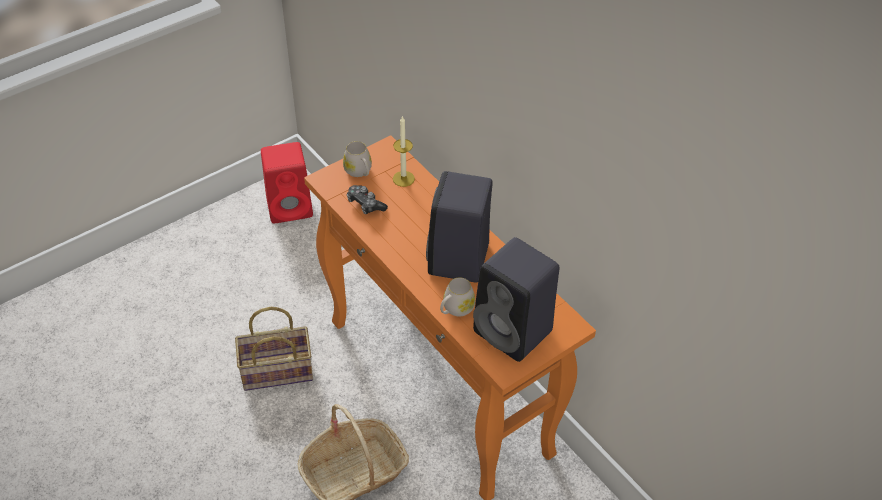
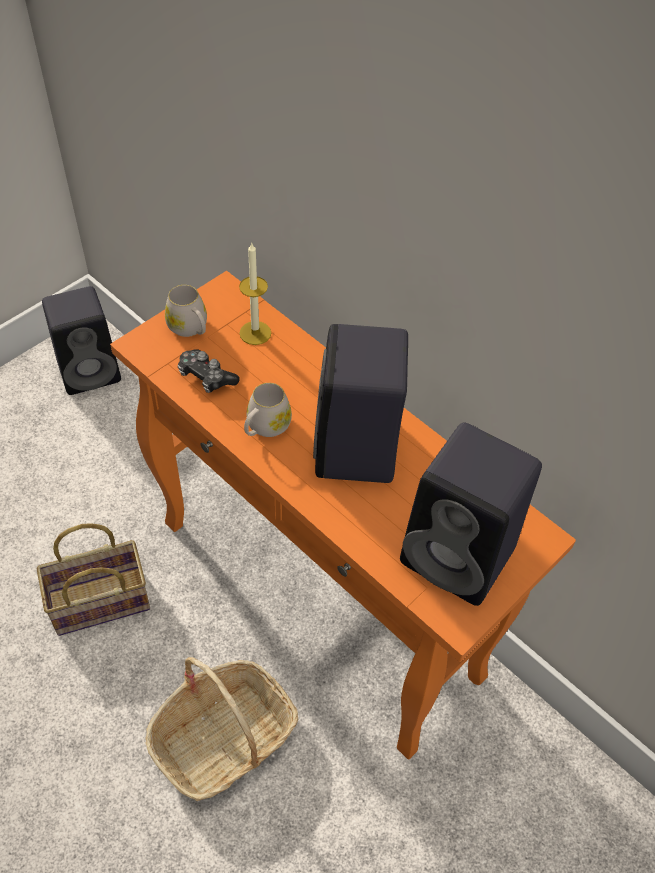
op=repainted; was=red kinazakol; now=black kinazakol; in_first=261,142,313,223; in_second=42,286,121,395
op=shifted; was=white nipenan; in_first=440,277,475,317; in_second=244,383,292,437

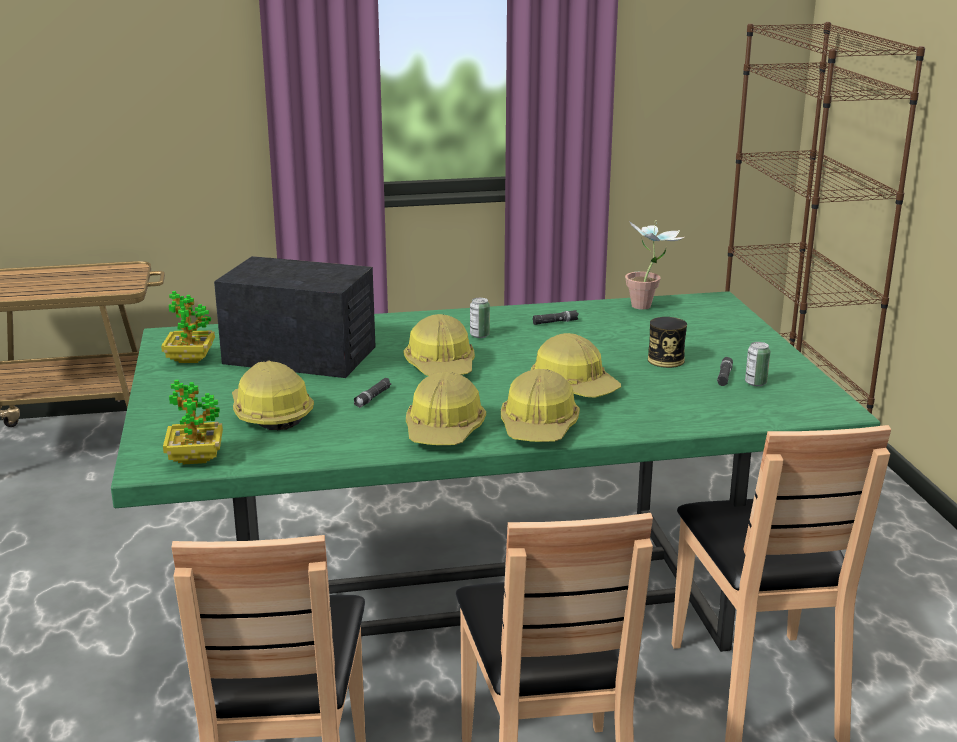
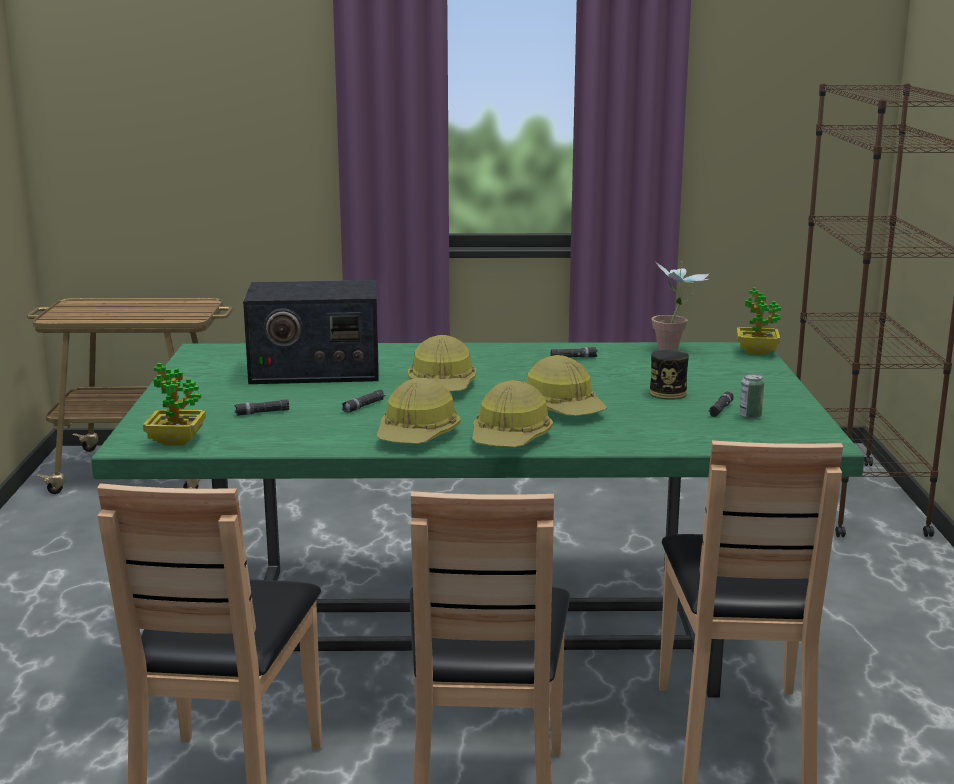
op=shifted; was=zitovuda; in_first=161,291,215,363; in_second=736,287,781,355
op=rotated; was=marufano; in_first=214,256,376,378; in_second=243,280,379,384; clockwise=150
op=swapped; was=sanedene; now=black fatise; in_first=232,360,314,430; in_second=234,399,289,416
op=gone; was=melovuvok; in_first=470,298,490,338

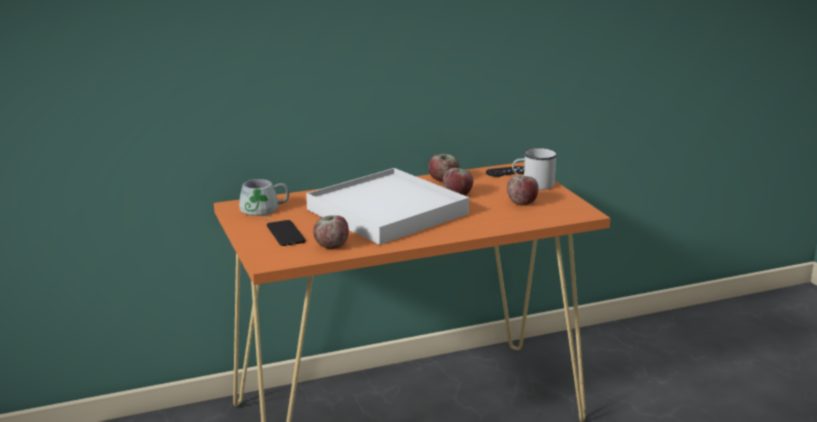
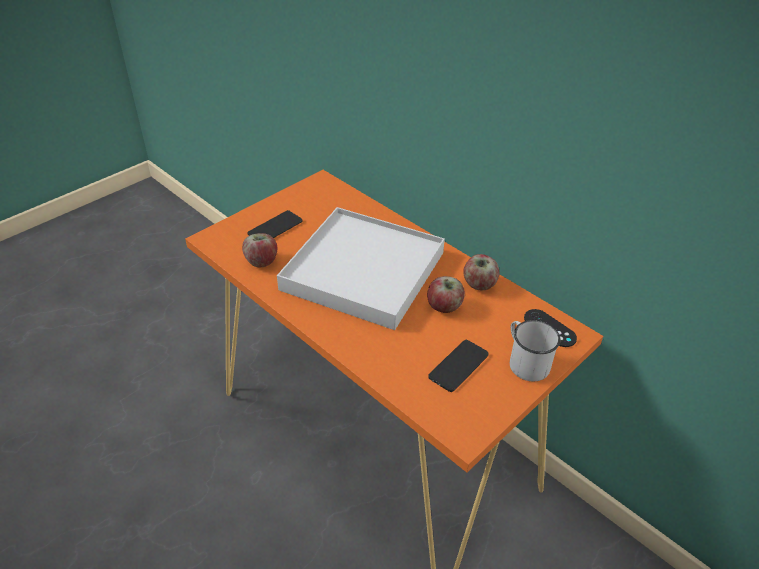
op=gone; was=grey nipenan; in_first=239,179,289,220
op=swapped; was=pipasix; now=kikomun; in_first=507,176,539,205; in_second=428,340,488,392

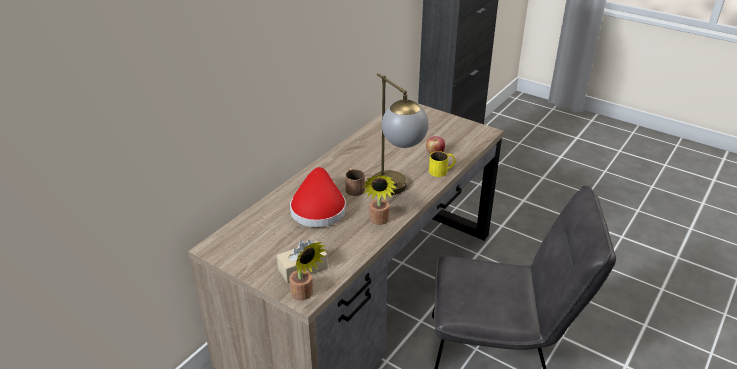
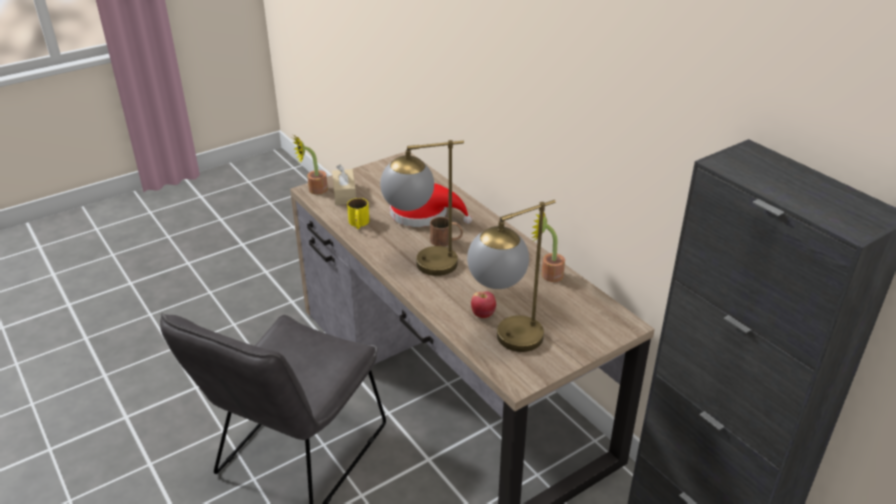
op=shifted; was=zitovuda; in_first=362,174,397,225; in_second=531,213,565,282
op=shifted; was=yellow nipenan; in_first=429,151,456,177; in_second=347,198,369,229
op=new; now=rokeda; in_second=467,200,556,352

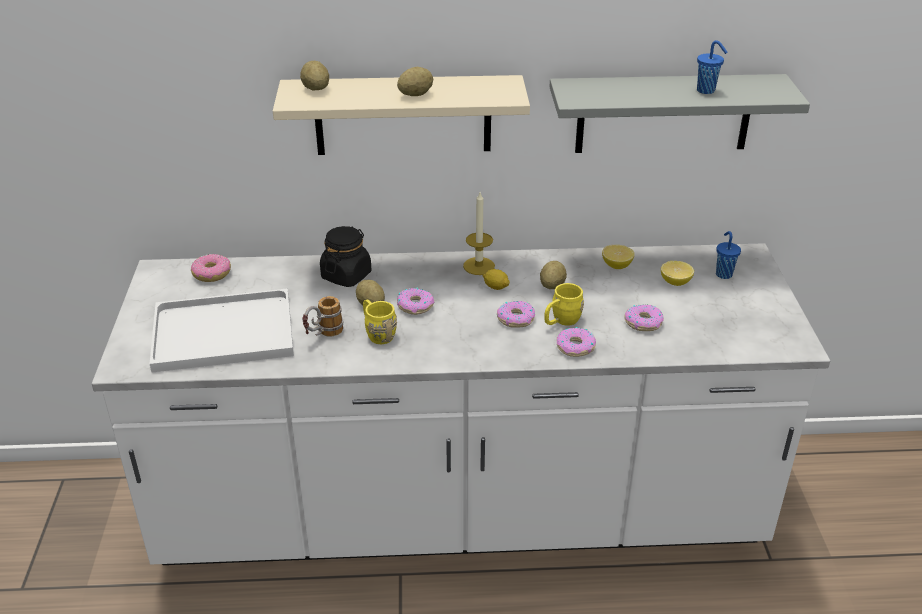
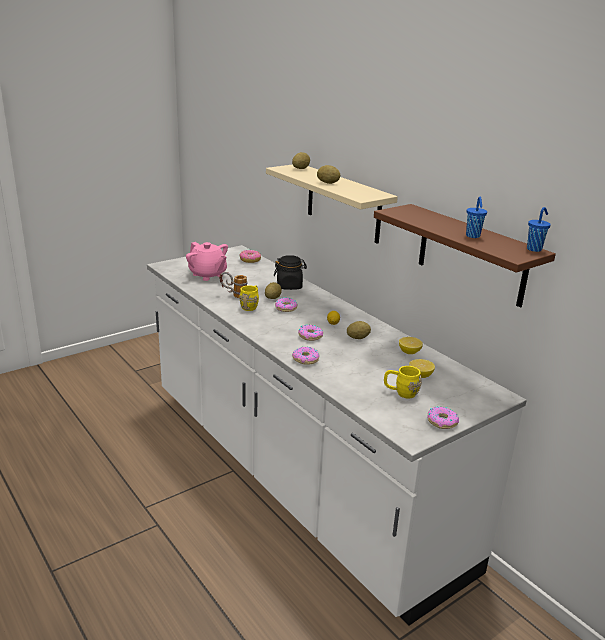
op=swapped; was=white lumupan; now=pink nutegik; in_first=150,288,294,372; in_second=186,242,228,281
op=gone; was=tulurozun; in_first=463,192,495,275
op=shifted; was=yellow nipenan; in_first=544,283,584,326; in_second=384,366,422,399
op=repainted; was=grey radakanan; now=brown radakanan; in_first=550,74,810,153; in_second=374,204,556,308
op=shifted; was=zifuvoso; in_first=625,305,664,331; in_second=427,407,459,429
op=shifted; was=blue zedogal; in_first=716,231,741,279; in_second=527,207,551,252

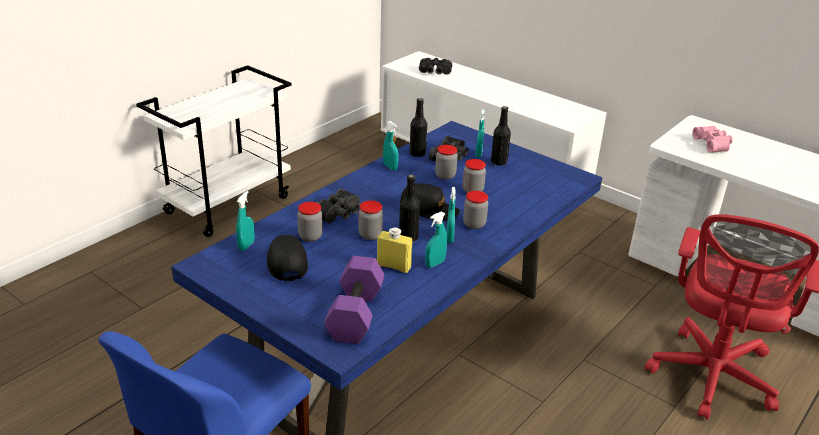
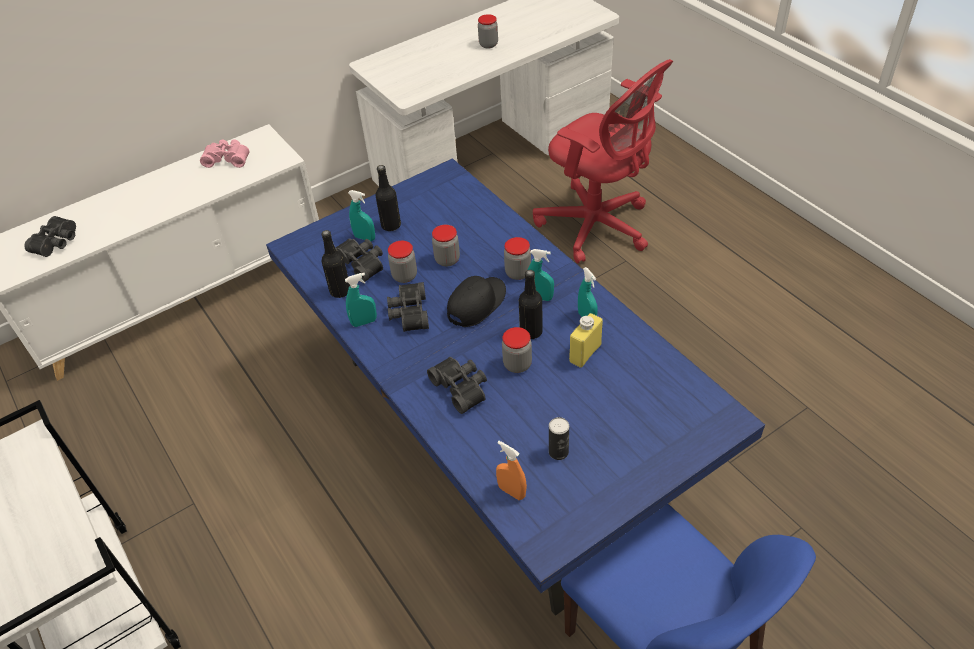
op=repainted; was=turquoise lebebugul; now=orange lebebugul; in_first=236,191,255,251; in_second=496,441,527,500
op=swapped; was=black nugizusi; now=melovuvok; in_first=267,235,308,282; in_second=549,417,569,460
op=shifted; was=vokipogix; in_first=297,202,323,242; in_second=478,14,498,49
op=gone; was=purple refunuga; in_first=324,256,385,344
op=shifted; was=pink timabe; in_first=692,126,733,153; in_second=200,139,250,168
op=new; now=black timabe; in_second=387,282,429,332

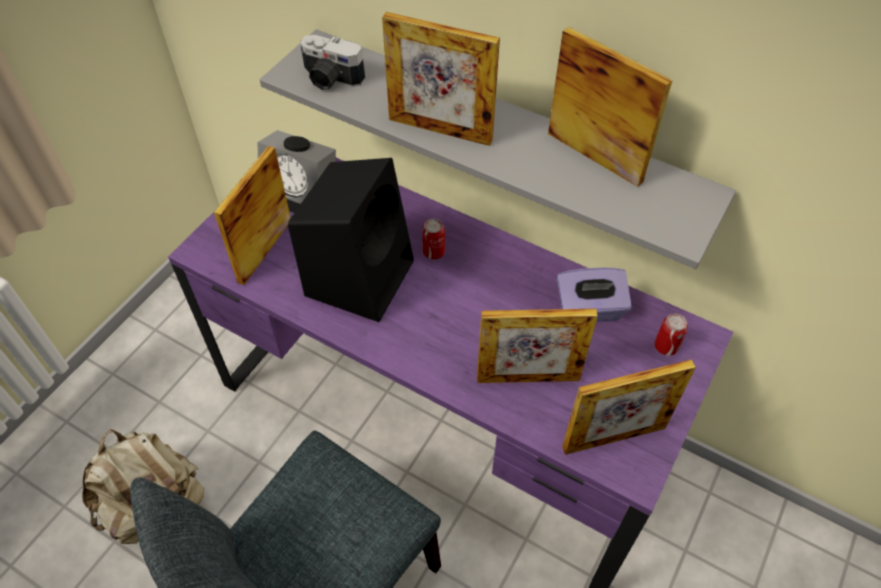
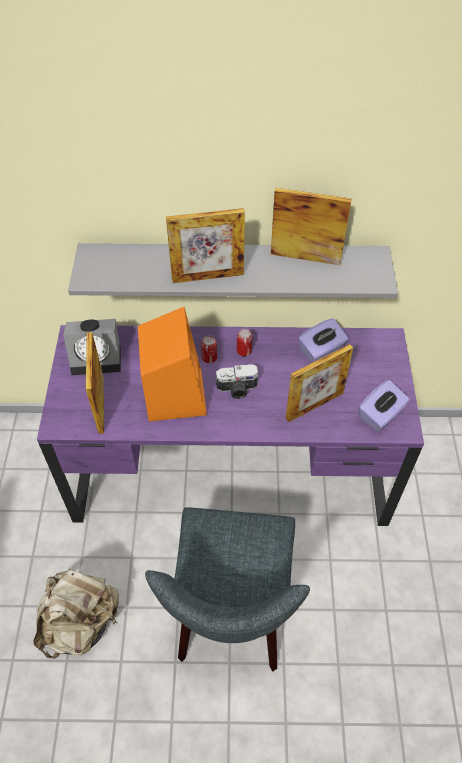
op=repainted; was=black kinazakol; now=orange kinazakol; in_first=288,158,414,322; in_second=138,307,207,421
op=shifted; was=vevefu; in_first=300,35,365,90; in_second=216,364,258,399
op=swapped; was=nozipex; now=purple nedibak; in_first=562,359,696,455; in_second=358,380,410,432
op=shifted; was=melovuvok; in_first=655,313,688,356; in_second=237,329,252,356

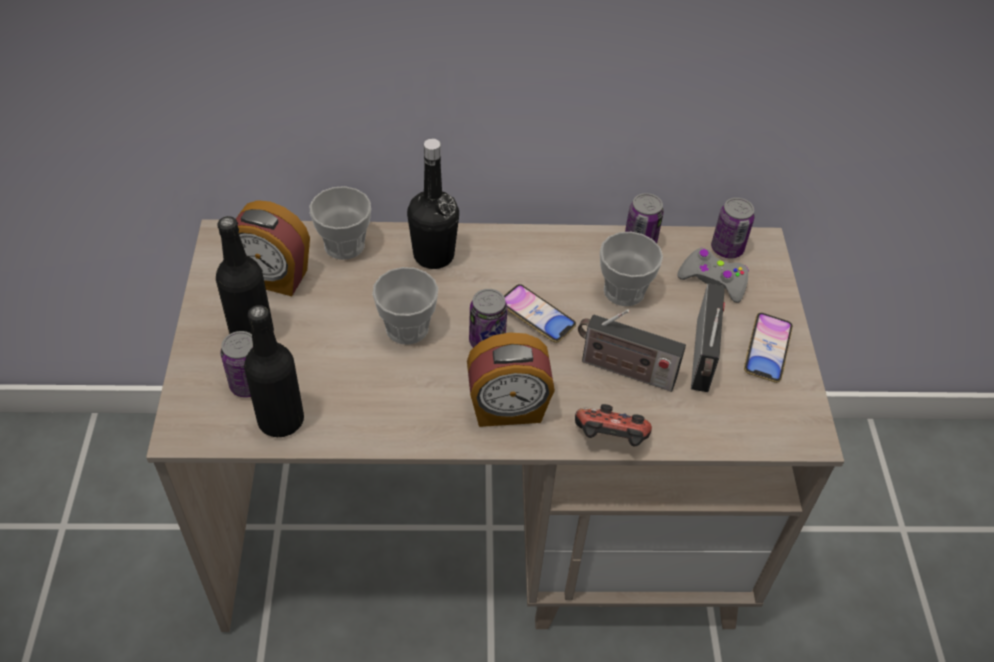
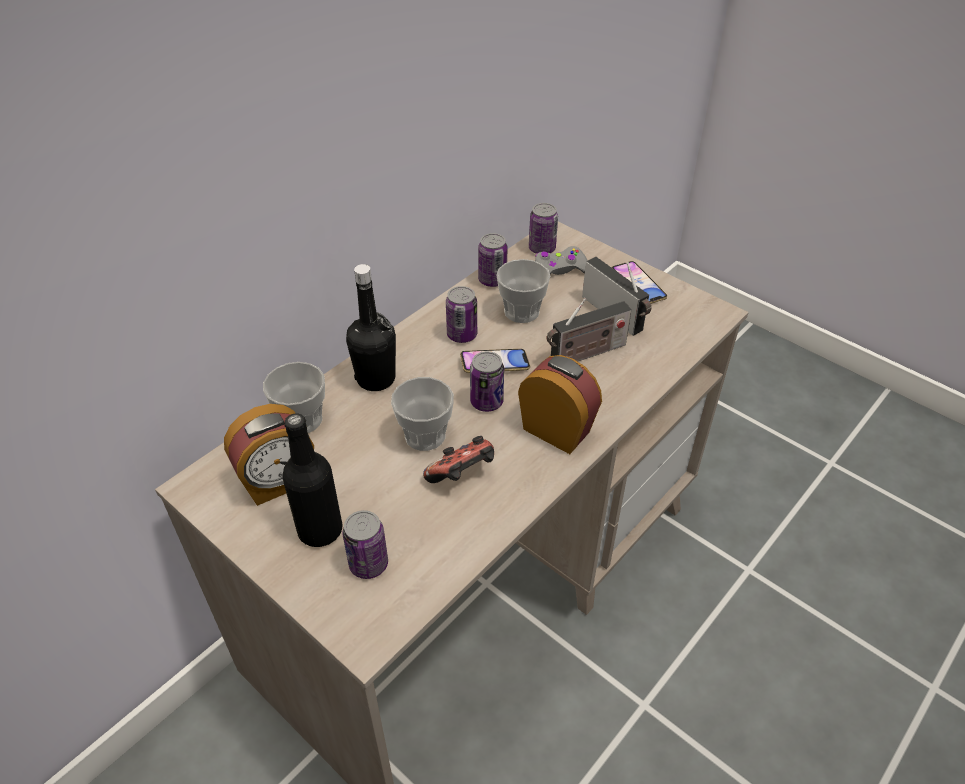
op=gone; was=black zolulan; in_first=244,305,304,437
op=rotated; was=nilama; in_first=467,332,555,427; in_second=518,355,602,454; clockwise=-90
op=shifted; was=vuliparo; in_first=575,404,652,446; in_second=423,436,494,483
op=new; now=melovuvok; in_second=446,286,477,343

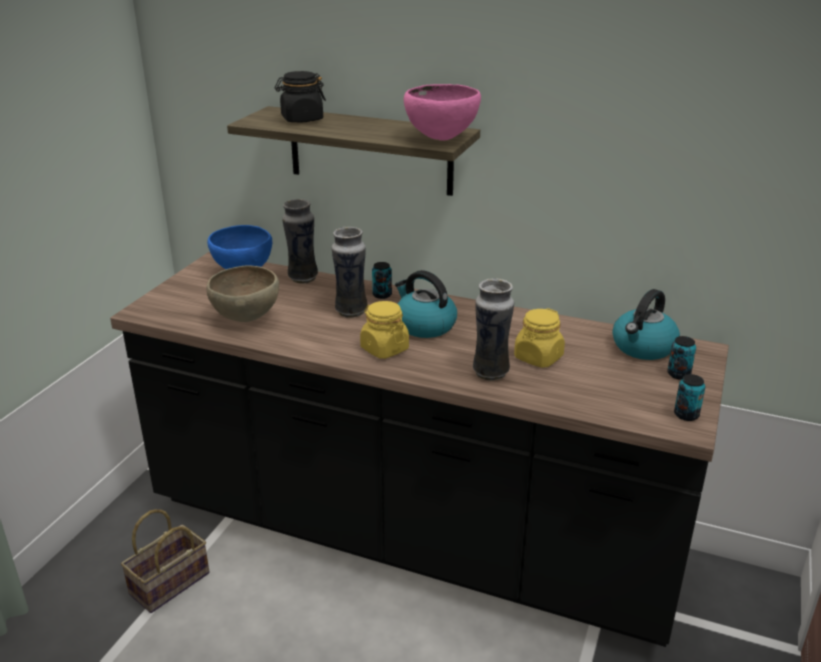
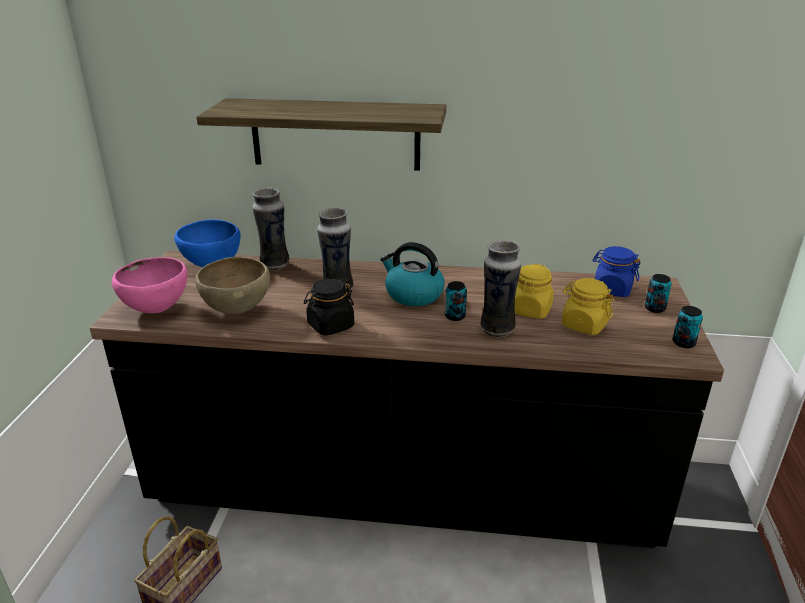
op=shifted; was=black vokipogix; in_first=275,71,326,122; in_second=304,279,354,336
op=shifted; was=yellow vokipogix; in_first=360,301,409,359; in_second=562,278,614,335
op=shifted; was=melovuvok; in_first=372,262,392,299; in_second=445,281,467,321
op=shifted; was=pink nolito; in_first=404,84,481,141; in_second=112,257,188,314
op=swapped; was=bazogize; now=blue vokipogix; in_first=612,289,680,360; in_second=592,246,641,297

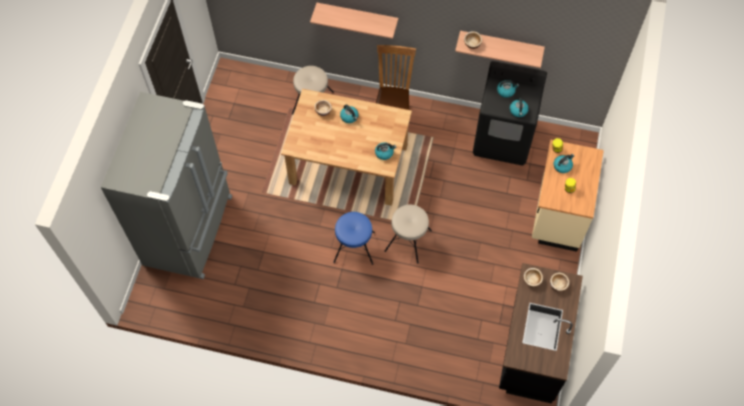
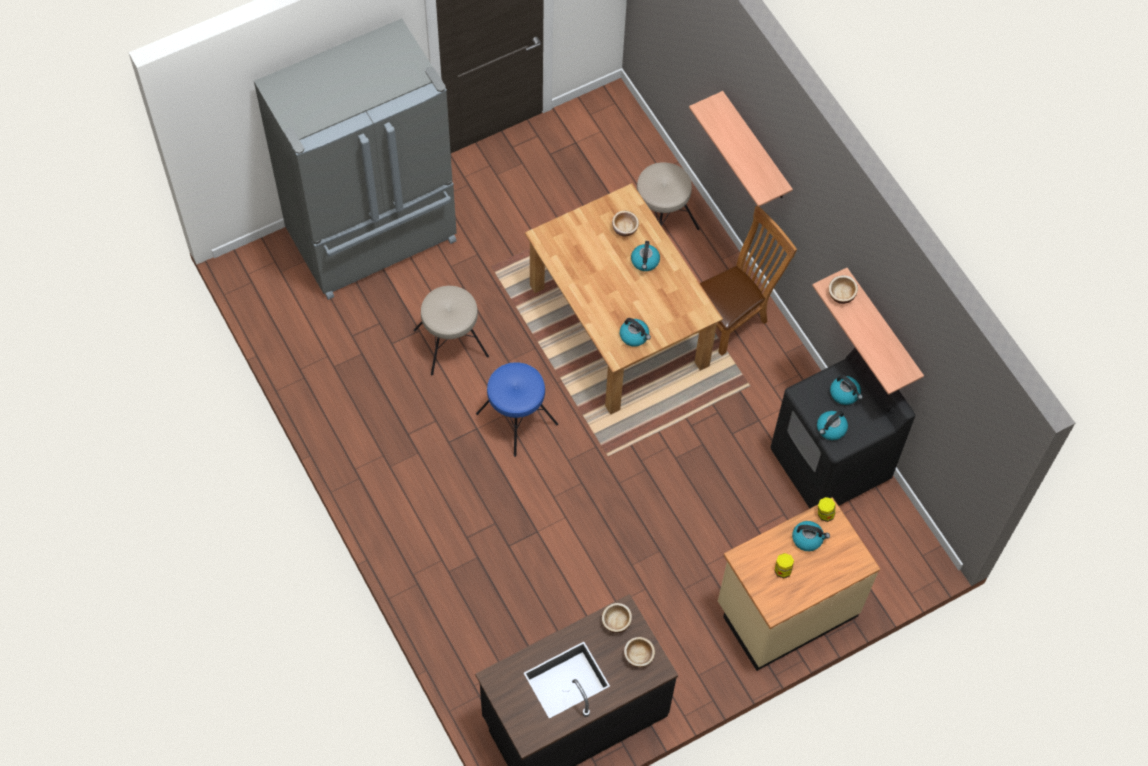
op=shifted; was=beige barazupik; in_first=384,205,432,264; in_second=413,286,489,376

